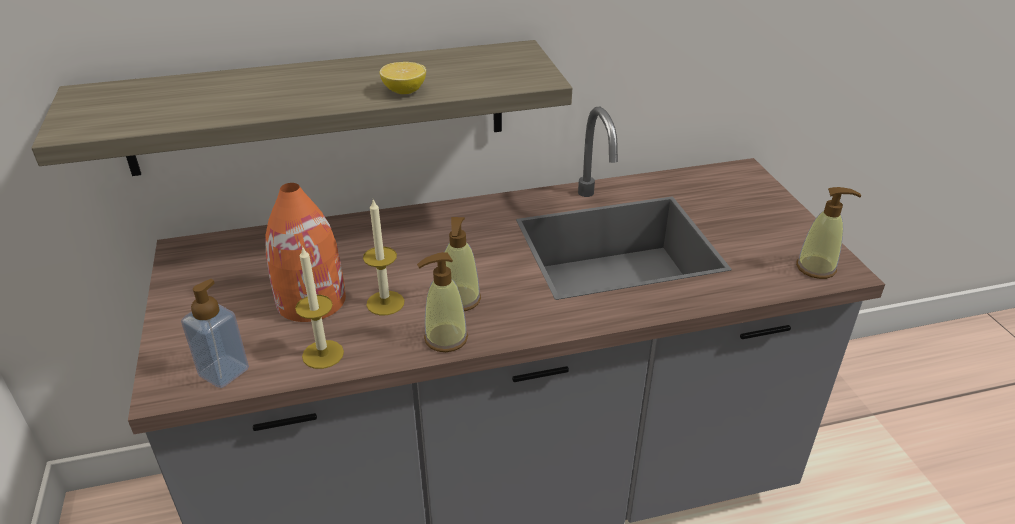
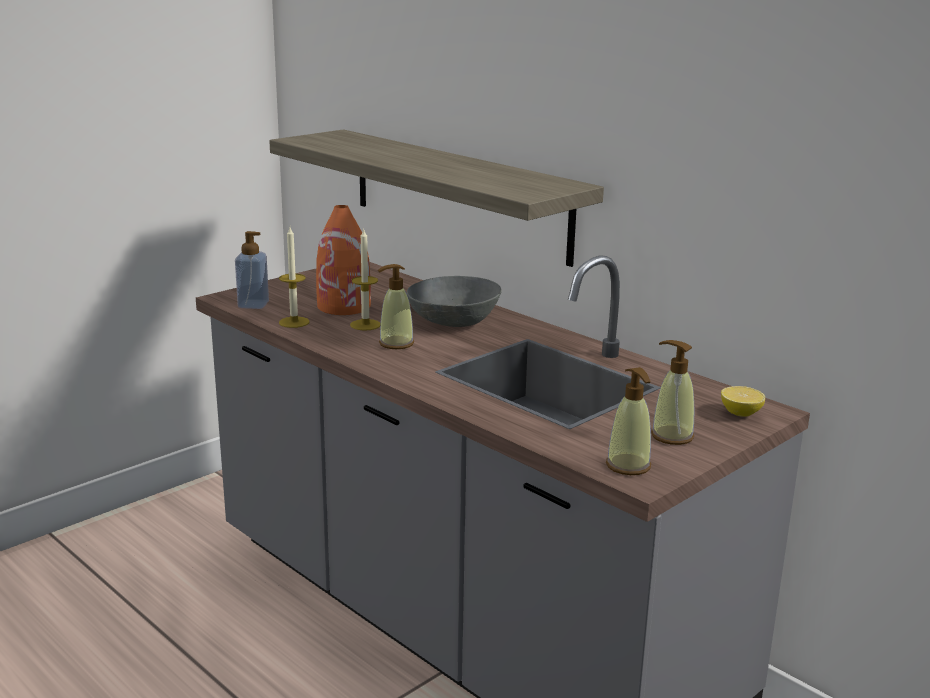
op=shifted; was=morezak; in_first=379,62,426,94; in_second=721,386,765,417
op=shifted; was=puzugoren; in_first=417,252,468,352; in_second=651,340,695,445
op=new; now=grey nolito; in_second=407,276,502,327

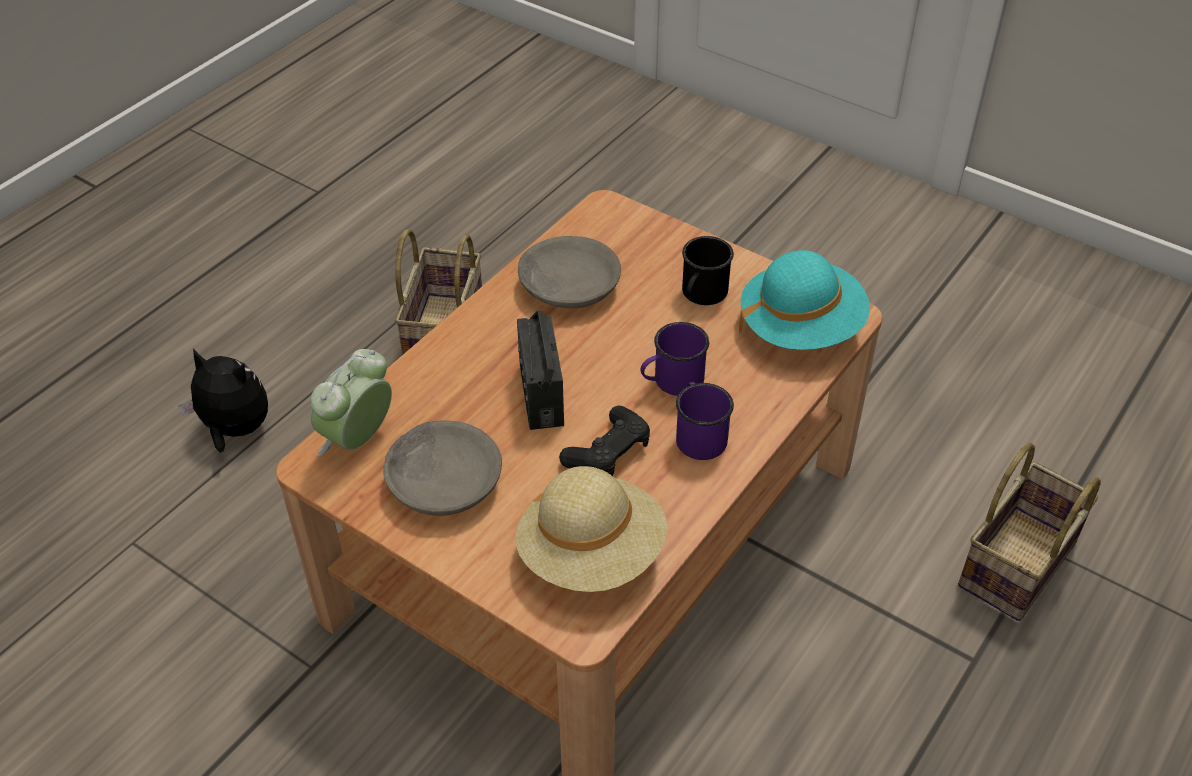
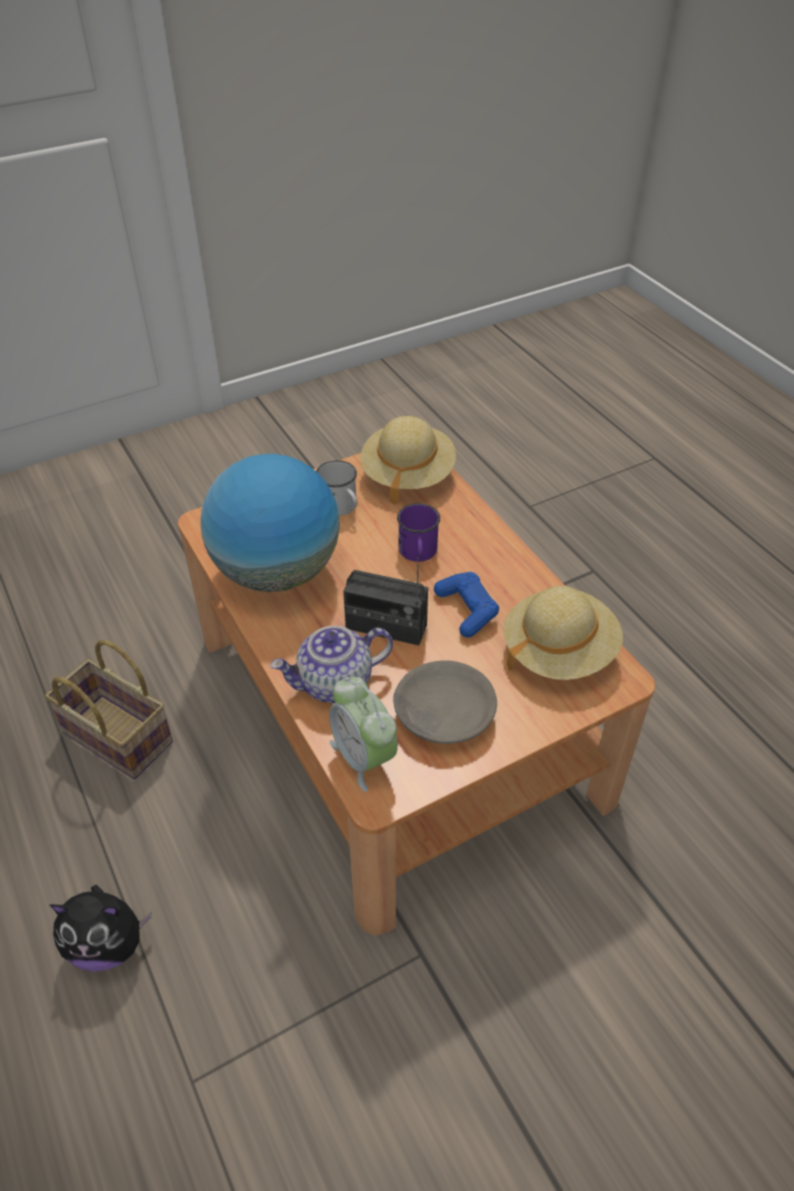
op=rotated; was=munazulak; in_first=179,349,268,453; in_second=49,885,152,972; clockwise=-135
op=swapped; was=grey nolito; now=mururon; in_first=518,236,621,308; in_second=200,453,340,592
op=repainted; was=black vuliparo; now=blue vuliparo; in_first=559,406,650,476; in_second=434,572,499,637
op=gone; was=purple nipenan; in_first=676,382,734,460
op=repainted; was=black nipenan; now=white nipenan; in_first=682,236,734,305; in_second=316,460,358,516
op=repainted; was=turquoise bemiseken; now=beige bemiseken; in_first=739,250,870,350; in_second=360,416,456,505
op=gone; was=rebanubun; in_first=958,443,1101,621
op=new; now=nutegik; in_second=270,626,393,703

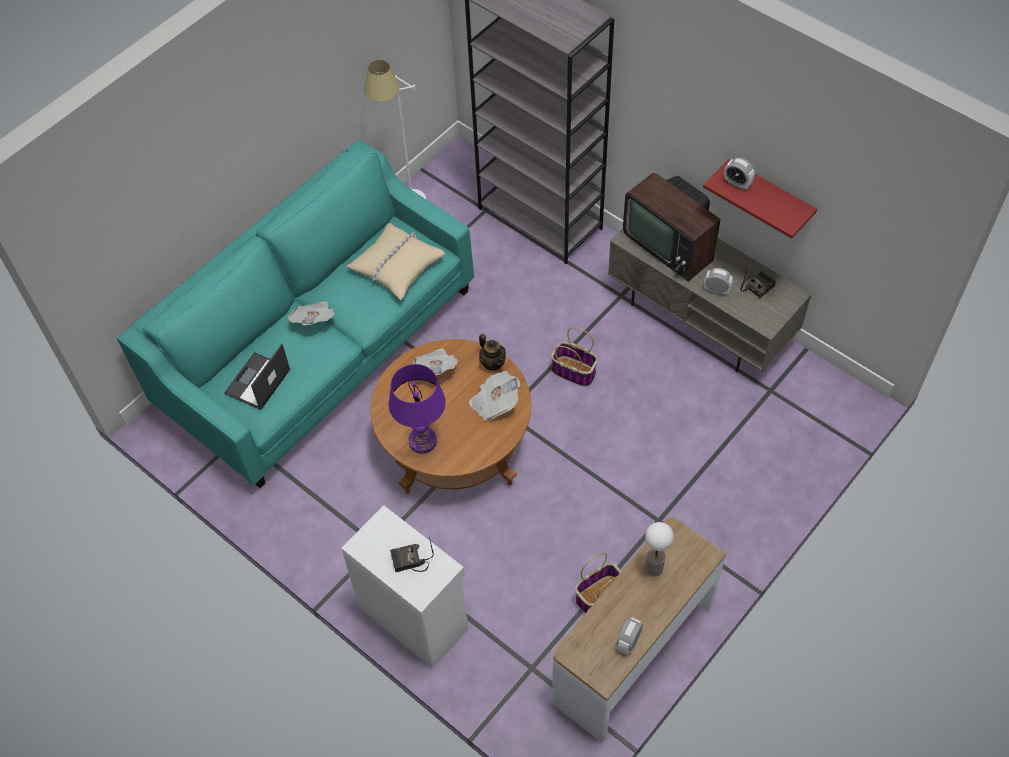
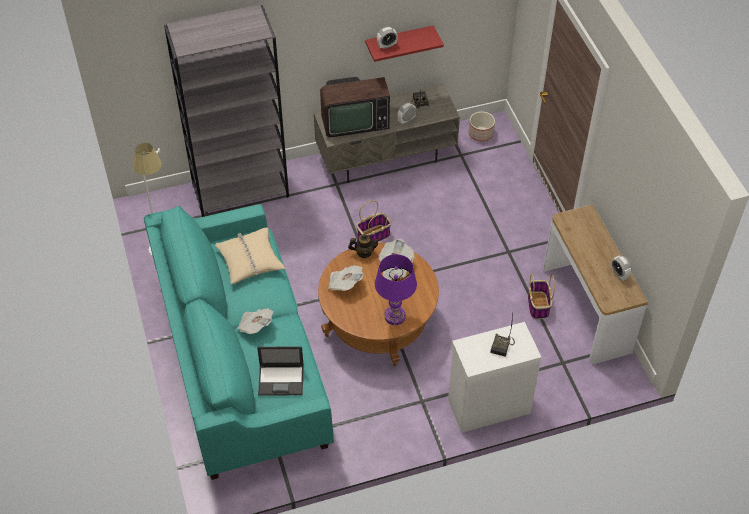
op=rotated; was=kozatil; in_first=224,344,290,410; in_second=257,346,304,396; clockwise=-60
op=gone; was=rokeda; in_first=645,522,674,577
op=new; now=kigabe; in_second=469,112,495,142

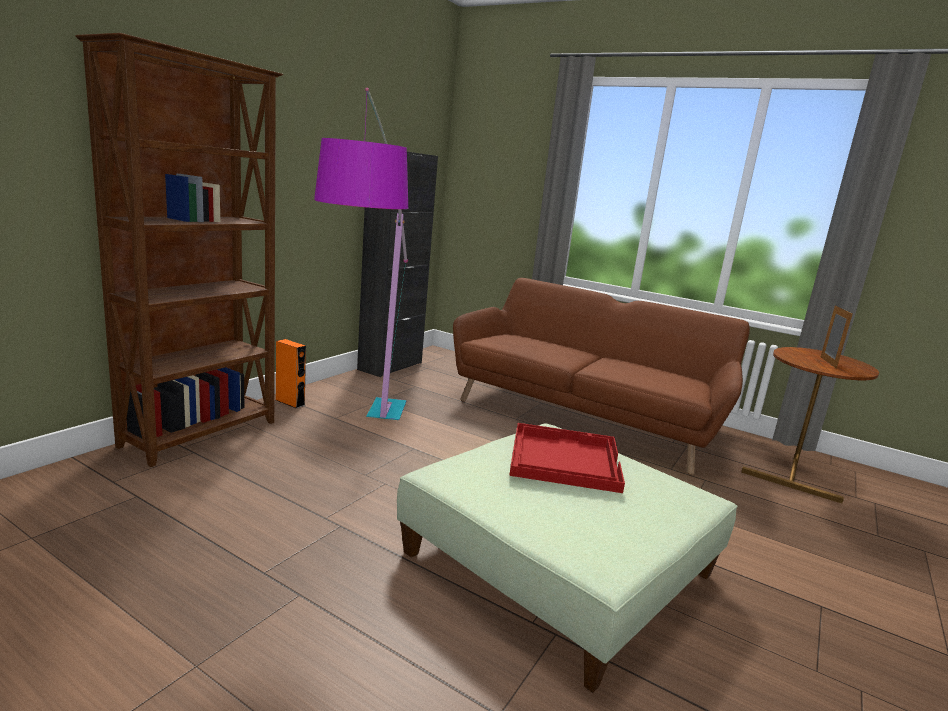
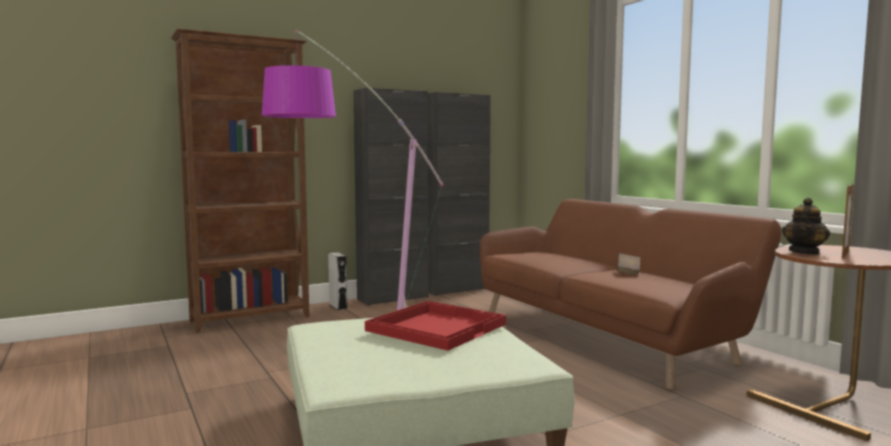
op=repainted; was=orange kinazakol; now=grey kinazakol; in_first=276,339,306,408; in_second=328,252,347,310
op=new; now=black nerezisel; in_second=353,88,429,306
op=new; now=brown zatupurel; in_second=616,253,640,276
op=new; now=nutegik; in_second=782,198,830,255

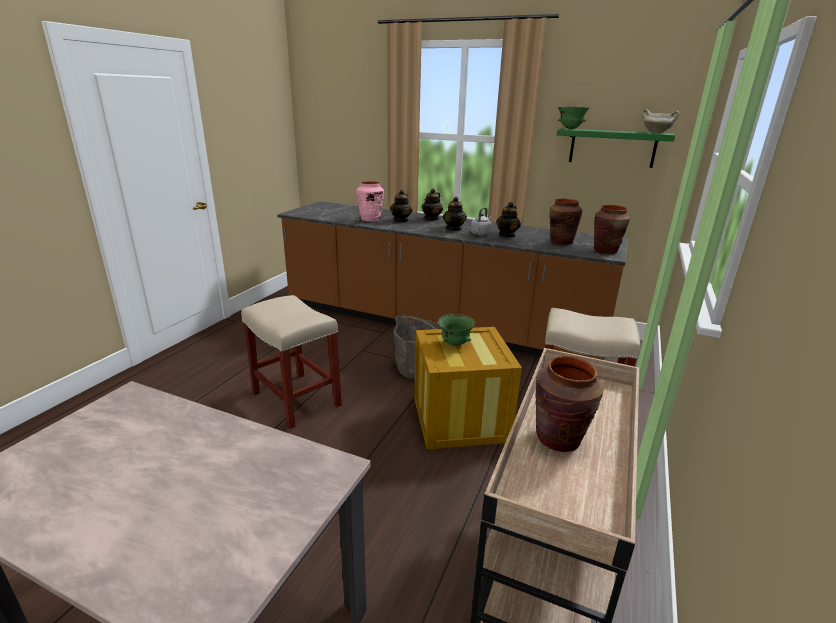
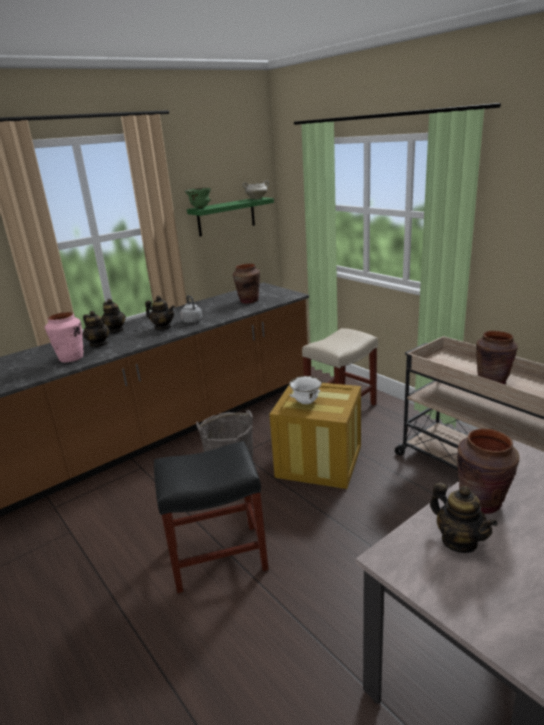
op=repainted; was=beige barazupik; now=black barazupik; in_first=241,295,342,429; in_second=154,441,269,593
op=repainted; was=green nolito; now=white nolito; in_first=437,314,476,346; in_second=289,376,322,404
op=shifted; was=nutegik; in_first=496,202,521,238; in_second=430,482,498,553
op=shifted; was=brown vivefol; in_first=594,205,630,254; in_second=457,428,520,514

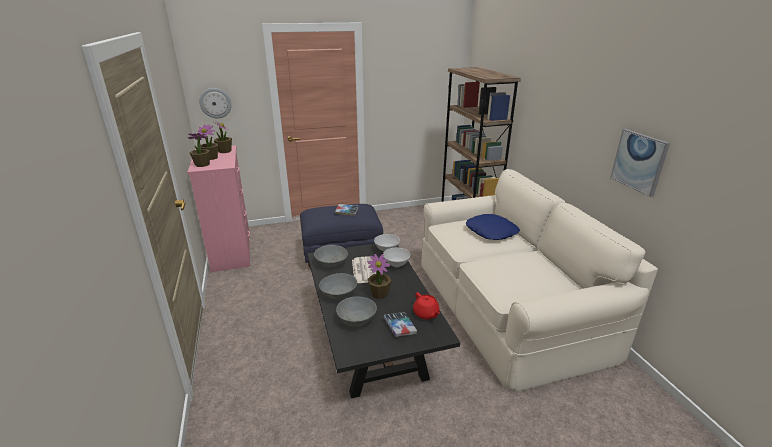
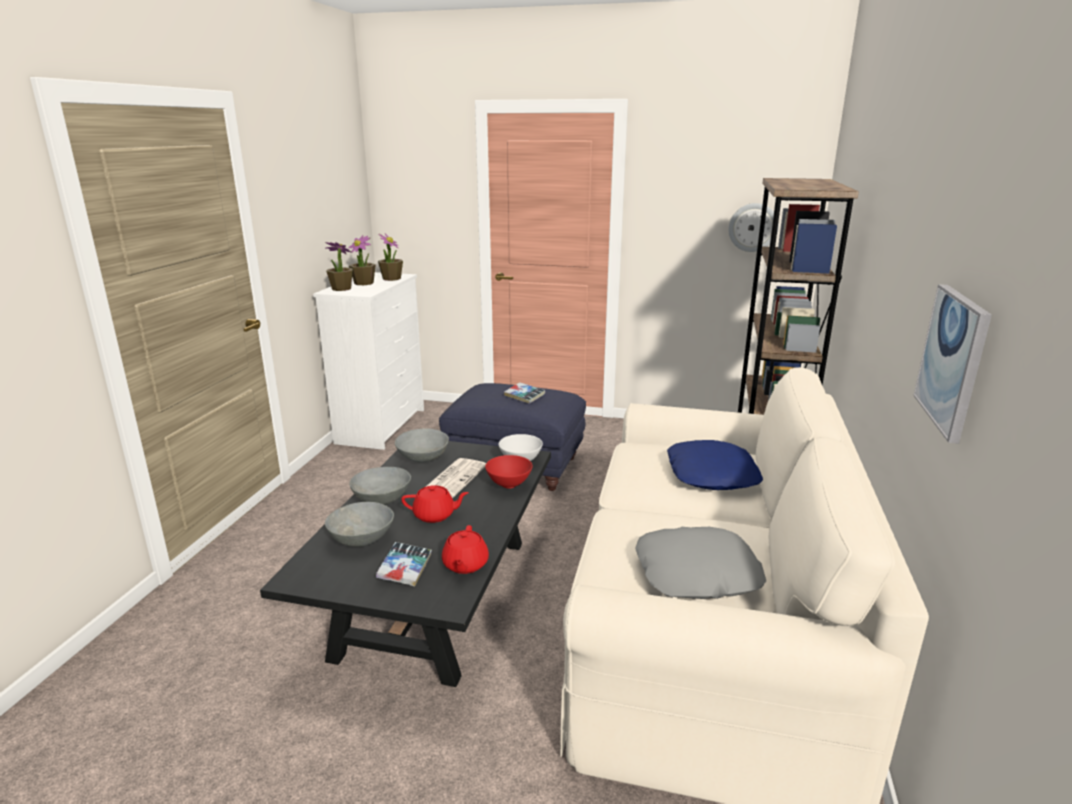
op=repainted; was=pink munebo; now=white munebo; in_first=187,145,251,272; in_second=313,272,424,450
op=shifted; was=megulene; in_first=199,88,232,118; in_second=728,203,779,252
op=swapped; was=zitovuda; now=red nutegik; in_first=367,254,391,299; in_second=401,485,469,523
op=repainted; was=white nolito; now=red nolito; in_first=383,248,410,267; in_second=485,455,533,489
op=new; now=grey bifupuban; in_second=635,527,766,599

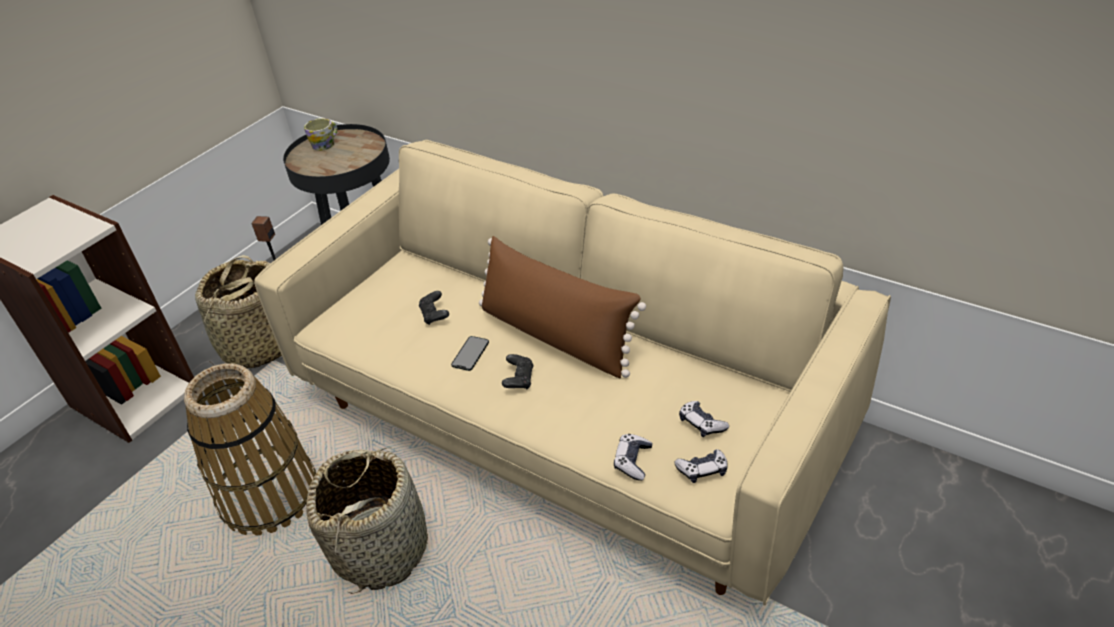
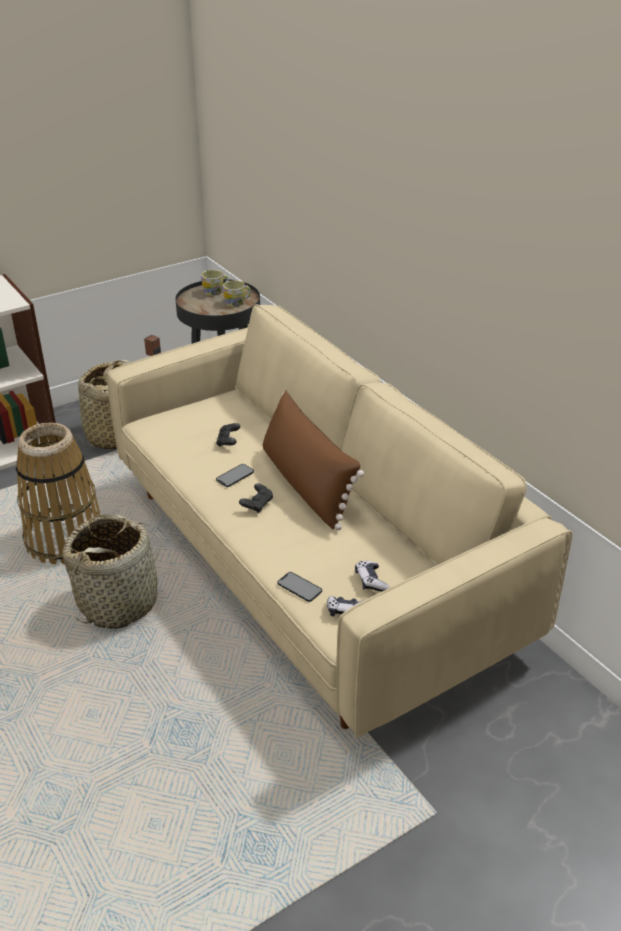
op=swapped; was=vuliparo; now=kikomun; in_first=614,434,652,481; in_second=277,572,322,602
op=new; now=nipenan; in_second=223,280,251,307

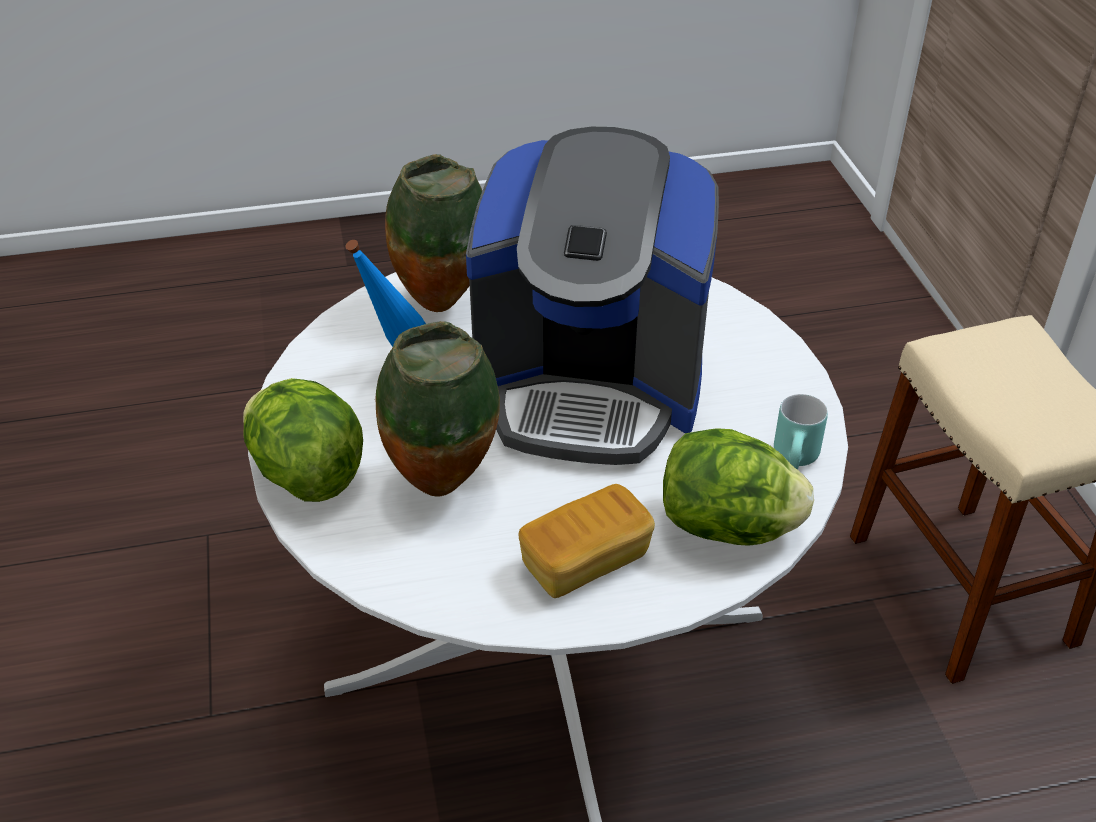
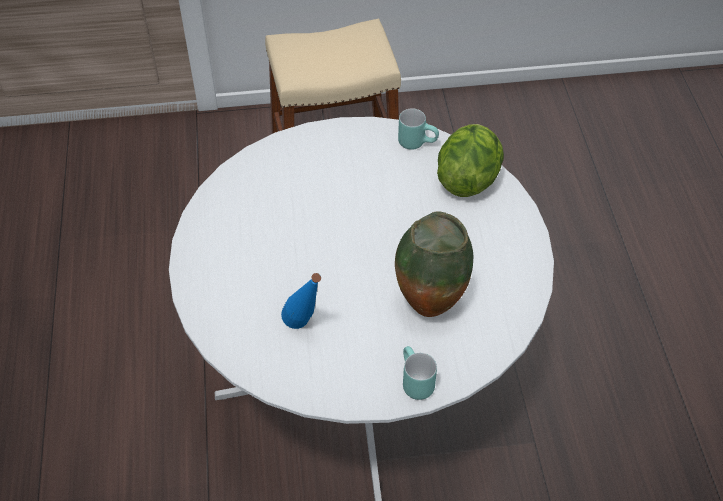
op=swapped; was=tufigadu; now=turquoise nipenan; in_first=243,378,363,502; in_second=403,346,437,400
op=gone; was=vivefol; in_first=385,154,482,312
op=gone; was=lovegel; in_first=466,127,719,465
op=gone; was=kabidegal; in_first=518,484,655,598

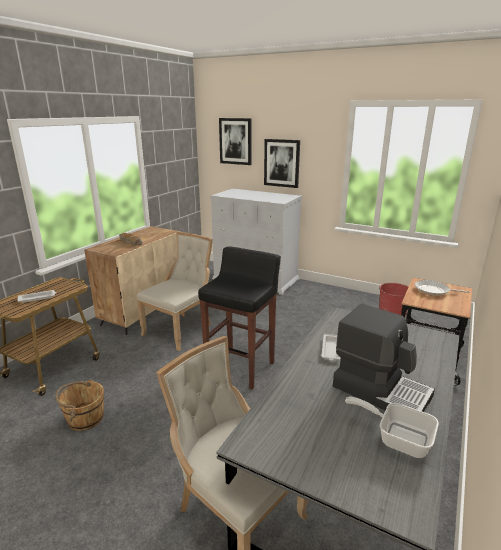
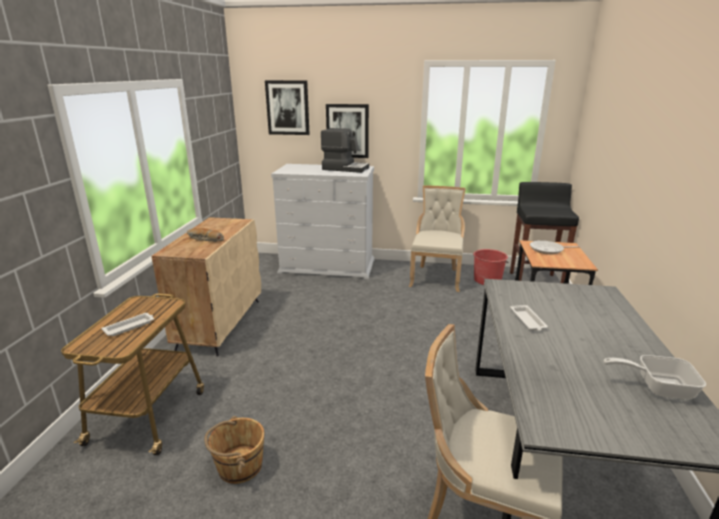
op=shifted; was=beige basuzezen; in_first=137,232,213,351; in_second=409,186,466,292
op=shifted; was=black barazupik; in_first=198,246,281,390; in_second=510,182,579,283
op=shifted; was=lovegel; in_first=333,304,435,412; in_second=321,128,369,173

